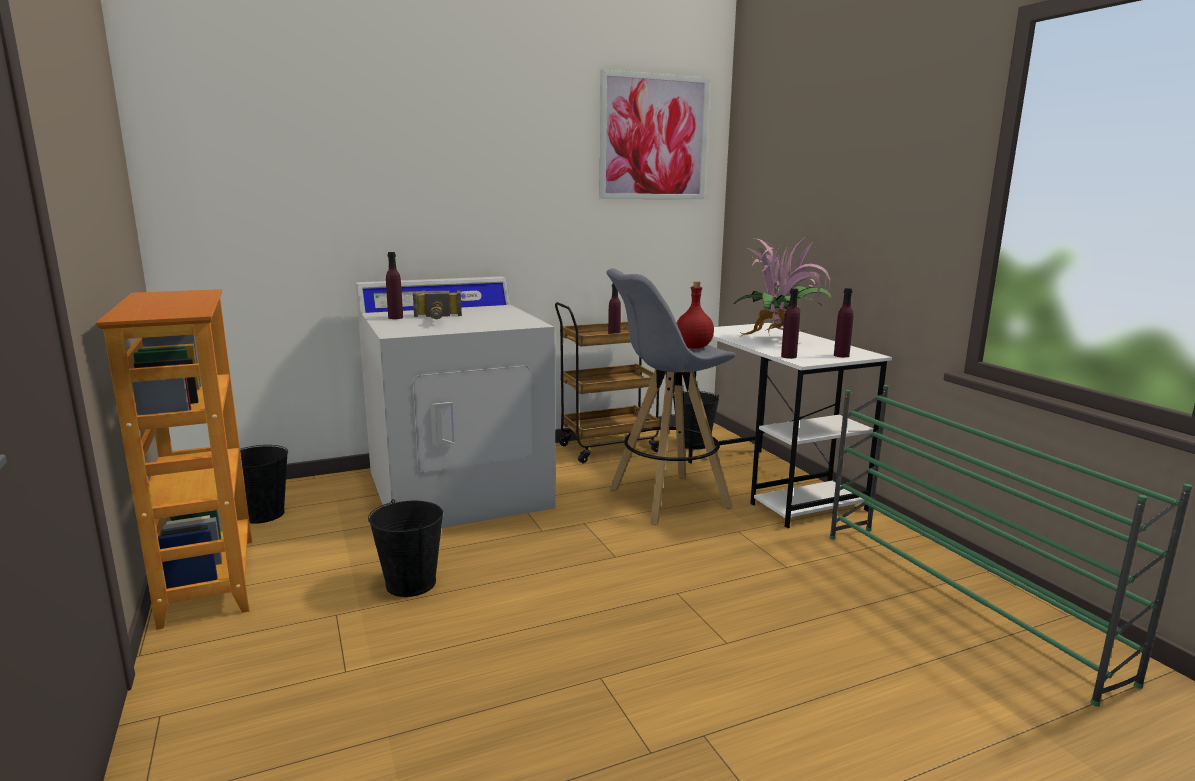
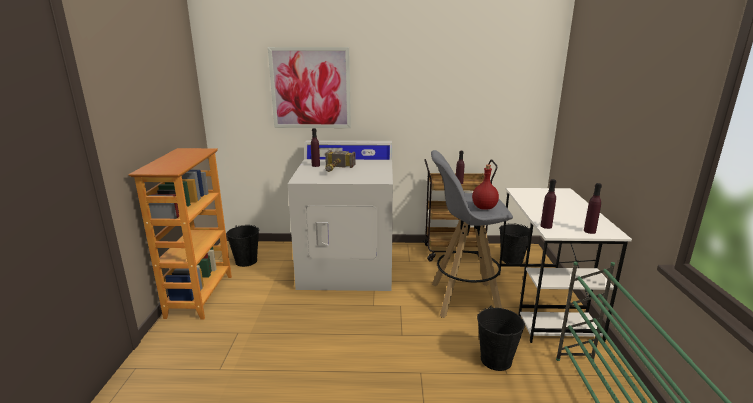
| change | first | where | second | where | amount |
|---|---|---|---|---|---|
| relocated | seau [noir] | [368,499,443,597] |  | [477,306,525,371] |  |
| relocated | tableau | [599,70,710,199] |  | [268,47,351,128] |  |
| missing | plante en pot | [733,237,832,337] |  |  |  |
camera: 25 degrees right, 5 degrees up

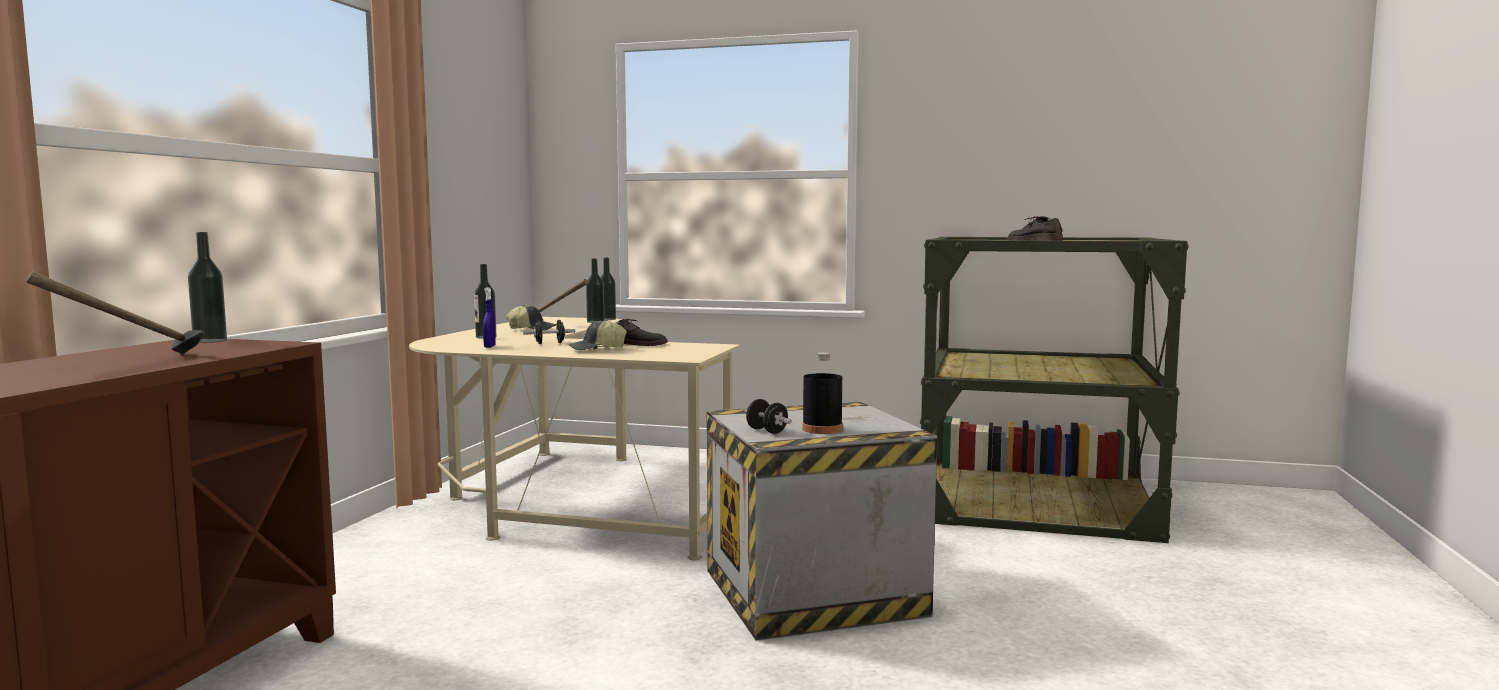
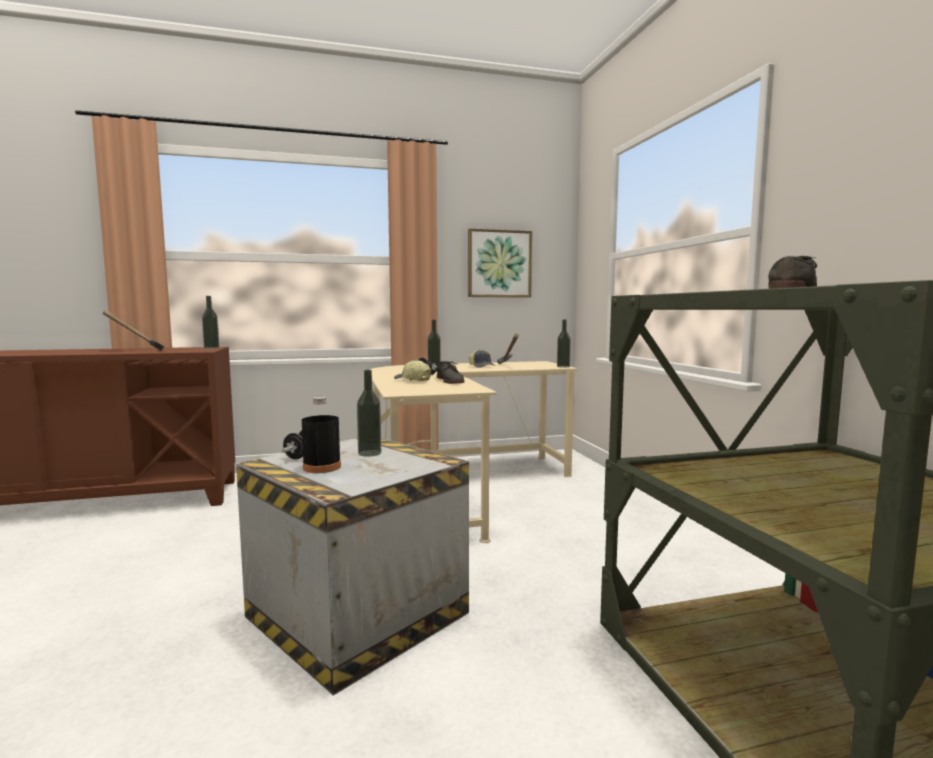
| change | first | where | second | where | amount |
|---|---|---|---|---|---|
| missing | vaporisateur [bleu] | [483,287,496,348] |  |  |  |
| relocated | bouteille | [586,259,604,323] |  | [357,370,381,457] |  |
| appeared |  |  | tableau | [468,228,532,297] |  |
camera: 60 degrees right, 0 degrees up

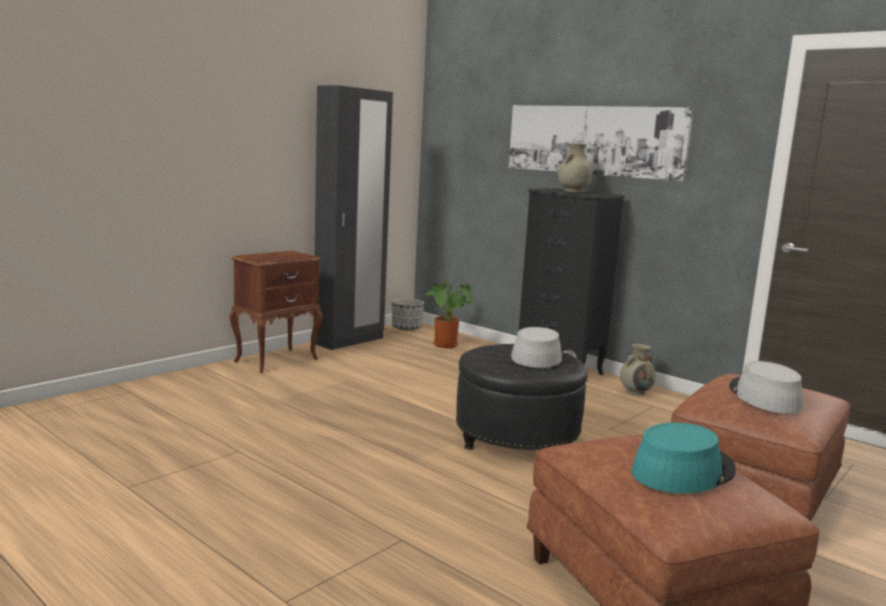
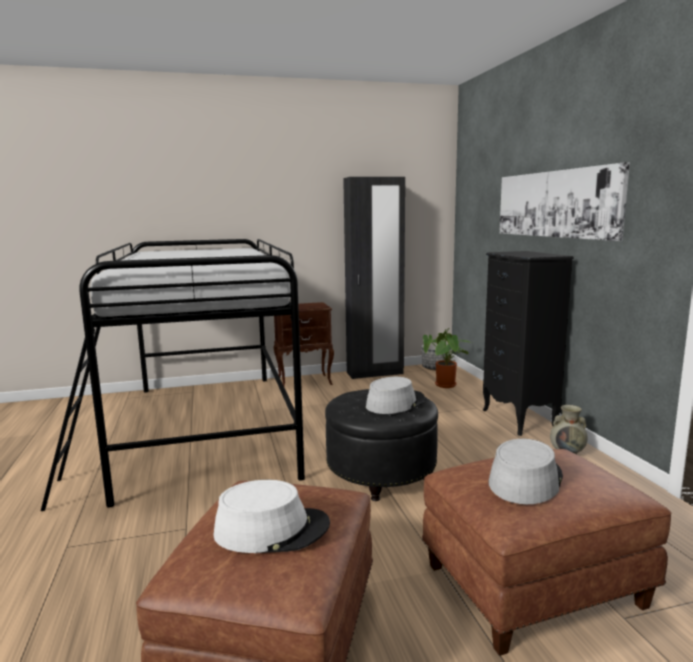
| change | first | where | second | where | amount |
|---|---|---|---|---|---|
| missing | vase [beige] | [558,143,592,192] |  |  |  |
| colour | chapeau [turquoise] | [632,423,736,493] | chapeau [blanc] | [213,480,330,553] |  |
| appeared |  |  | lit [noir] | [41,239,305,511] |  |
camera: 35 degrees right, 0 degrees up

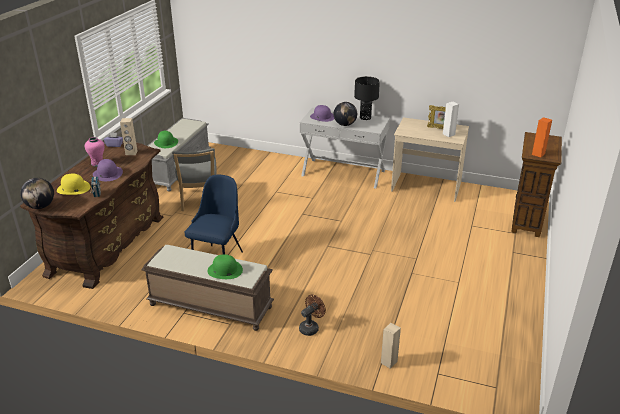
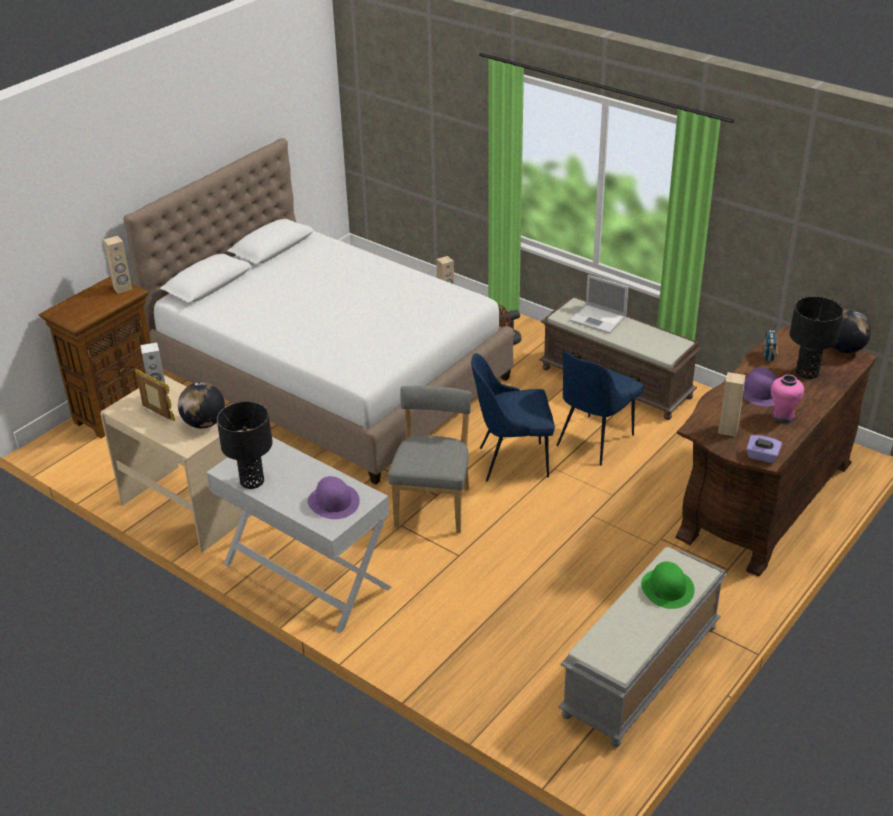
| change | first | where | second | where | amount |
|---|---|---|---|---|---|
| exchanged | chapeau [jaune] | [57,174,91,195] | lampe de table [noir] | [790,296,844,379] |  |
| relocated | chaise [gris] | [172,148,216,211] |  | [388,386,472,533] |  |
| exchanged | chapeau [vert] | [207,254,243,279] | ordinateur portable | [570,275,628,334] |  |
| relocated | globe | [334,102,357,126] |  | [178,382,225,428] |  |
| colour | enceinte [orange] | [532,117,552,157] | enceinte [beige] | [103,236,132,294] |  |
| appeared |  |  | lit [blanc] | [124,138,513,485] |  |
| appeared |  |  | chaise [bleu] | [471,353,555,482] |  |
camera: 160 degrees left, 5 degrees up

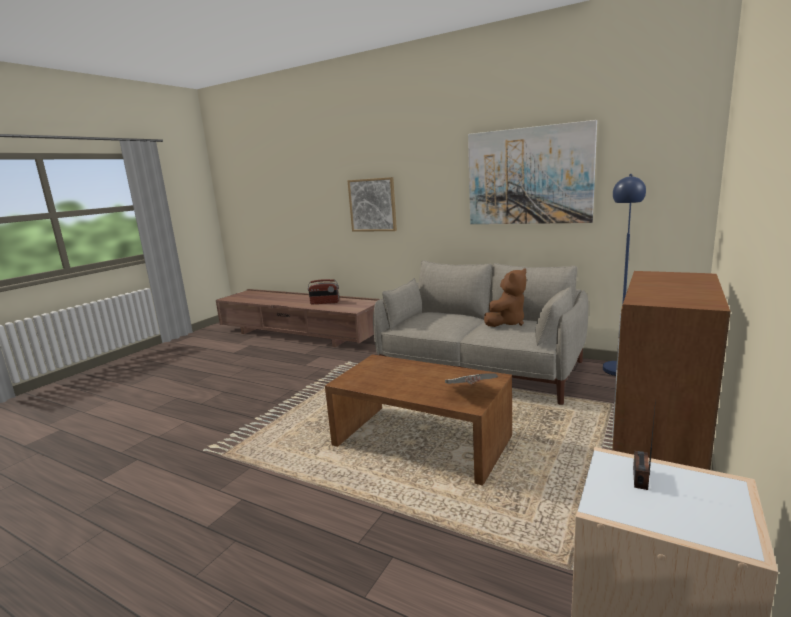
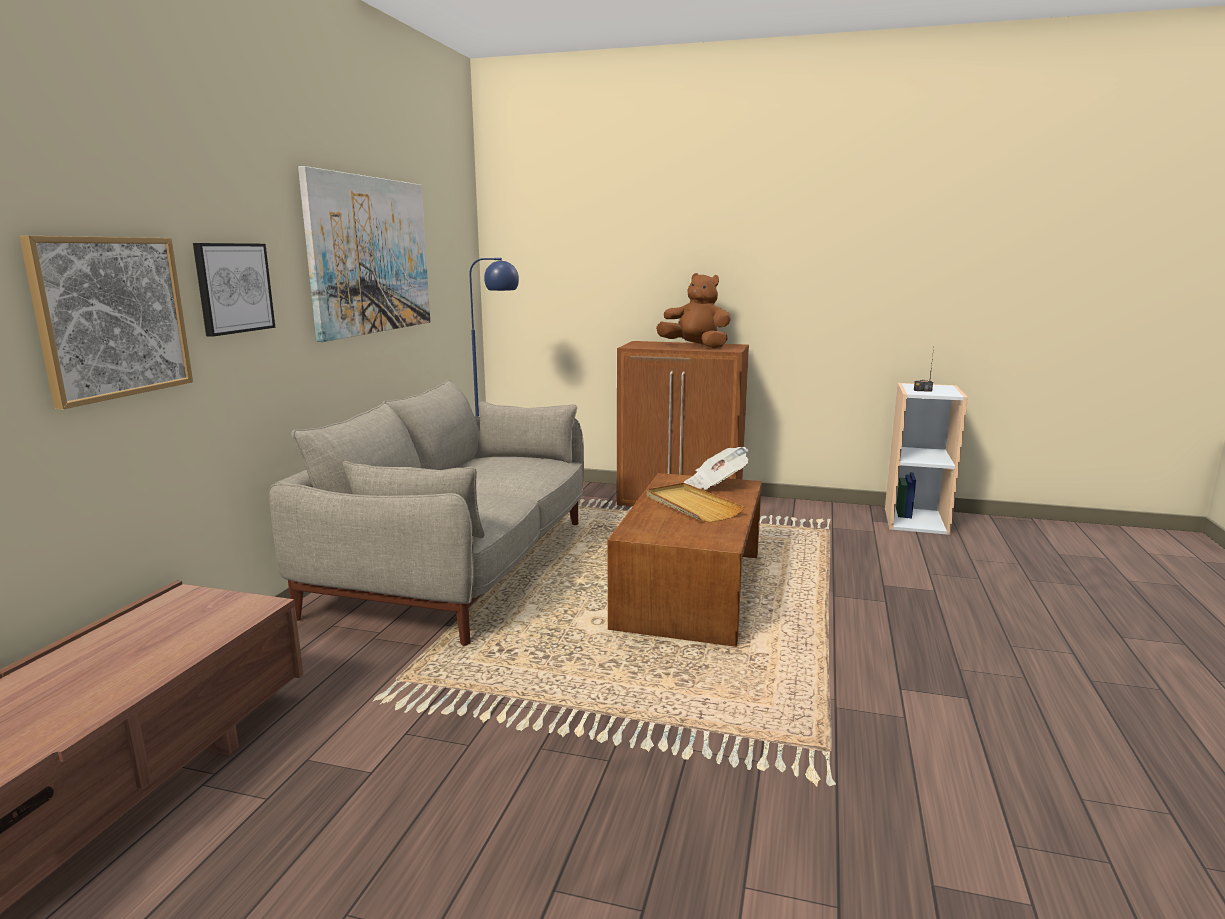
| change | first | where | second | where | amount |
|---|---|---|---|---|---|
| missing | radio | [308,279,339,304] |  |  |  |
| relocated | peluche [marron] | [484,268,527,327] |  | [656,273,731,348] |  |
| appeared |  |  | tableau | [193,243,275,337] |  |
| appeared |  |  | plateau [beige] | [647,483,745,522] |  |
camera: 105 degrees left, 0 degrees up

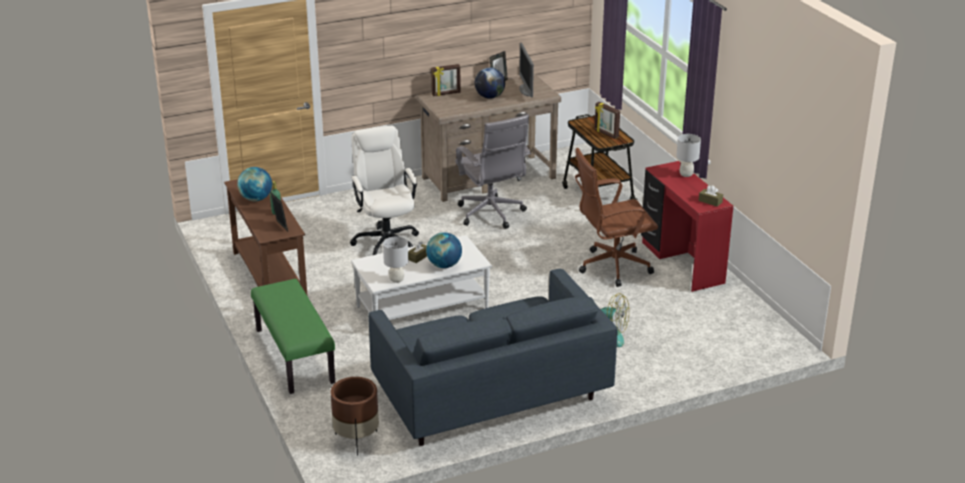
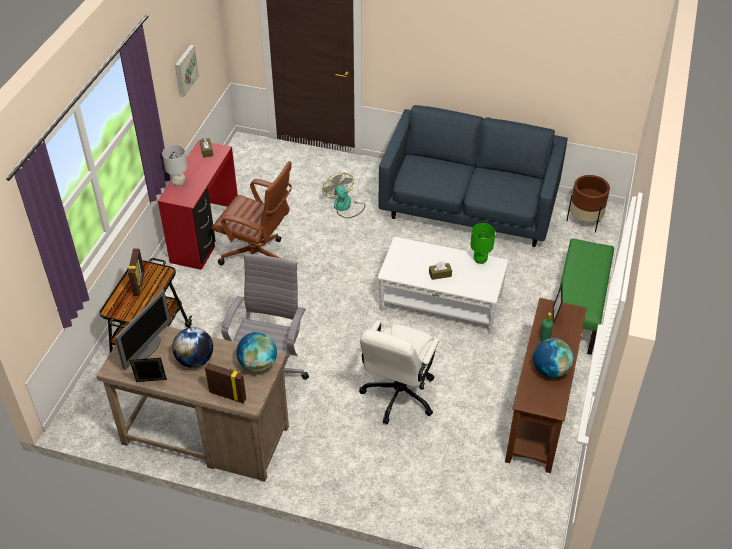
| change | first | where | second | where | amount |
|---|---|---|---|---|---|
| colour | lampe de table [gris] | [383,237,408,283] | lampe de table [vert] | [470,223,495,264] |  |
| relocated | globe | [426,232,462,268] |  | [236,332,277,372] |  |
| appeared |  |  | tableau | [175,45,199,97] |  |
camera: 140 degrees left, 15 degrees up

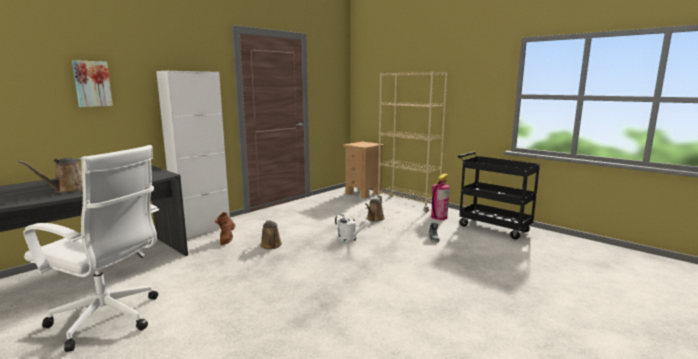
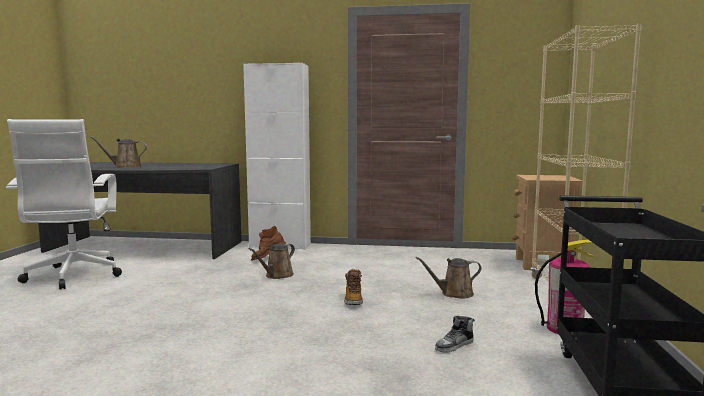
| change | first | where | second | where | amount |
|---|---|---|---|---|---|
| missing | tableau | [72,60,113,107] |  |  |  |
| exchanged | arrosoir [blanc] | [335,214,370,242] | botte | [344,269,363,305] |  |
camera: 55 degrees right, 5 degrees down

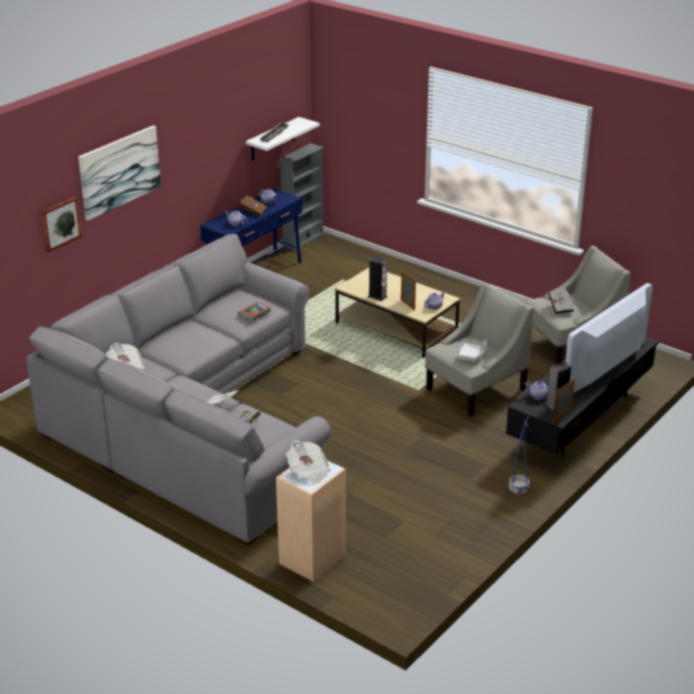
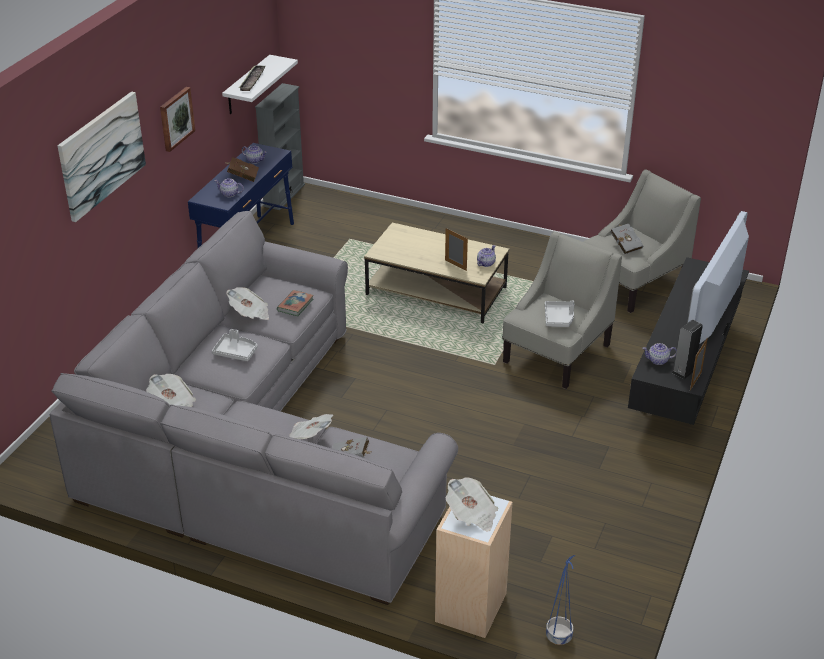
| change | first | where | second | where | amount |
|---|---|---|---|---|---|
| relocated | tableau | [41,196,82,252] |  | [160,87,195,152] |  |
| missing | enceinte | [368,256,388,301] |  |  |  |
| relocated | cache-pot [bleu] | [509,416,530,495] |  | [546,555,576,645] |  |
| appeared |  |  | plateau [gris] | [212,329,258,361] |  |
| appeared |  |  | journal | [226,287,269,320] |  |
camera: 15 degrees left, 5 degrees up

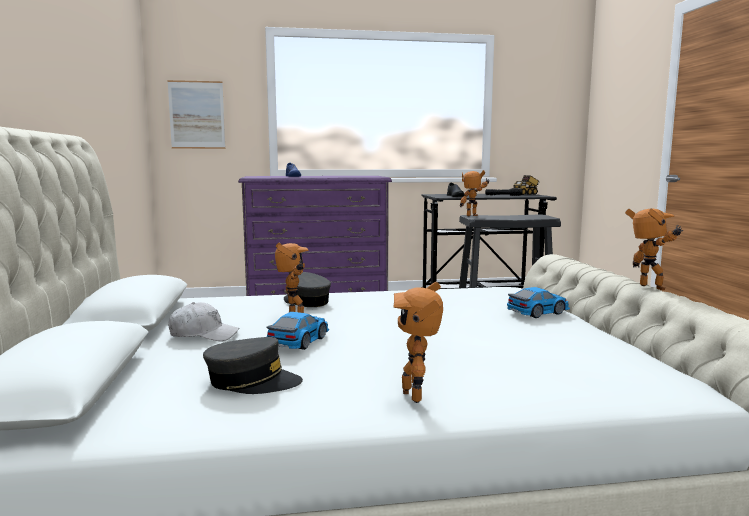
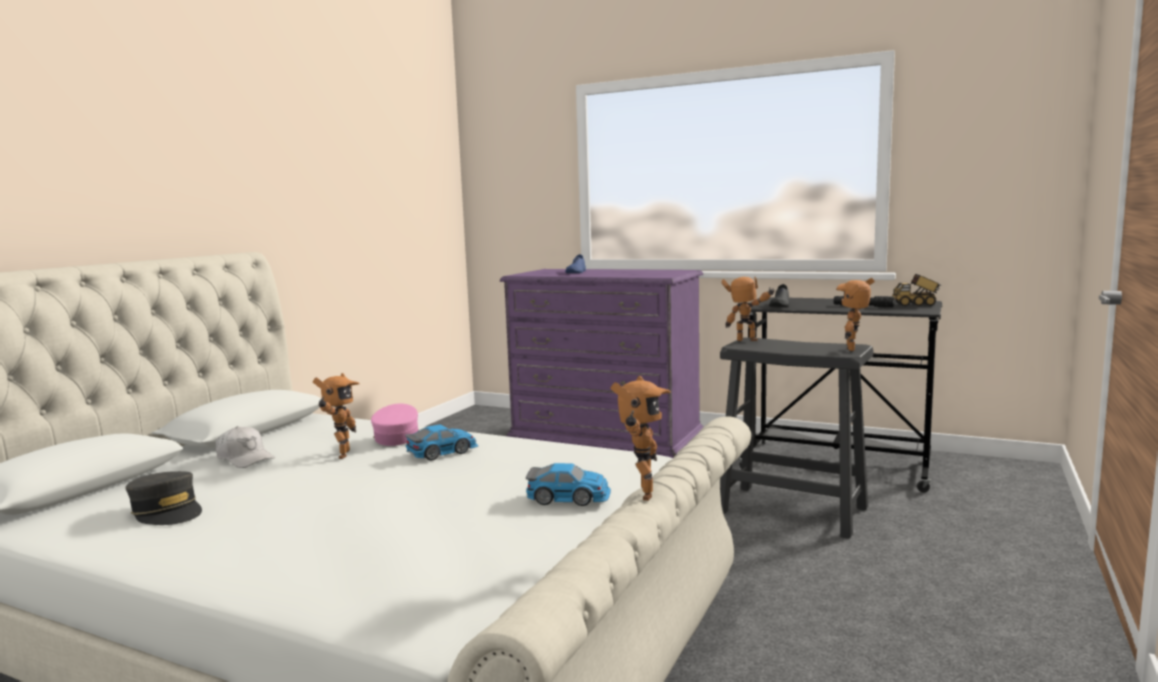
| change | first | where | second | where | amount |
|---|---|---|---|---|---|
| missing | tableau | [167,80,226,149] |  |  |  |
| relocated | petite voiture | [267,312,329,350] |  | [405,424,478,461] |  |
| colour | casquette [gris] | [284,272,331,307] | casquette [rose] | [371,404,419,446] |  |
| relocated | robot jouet | [394,282,443,403] |  | [836,278,875,352] |  |
camera: 35 degrees right, 0 degrees up

